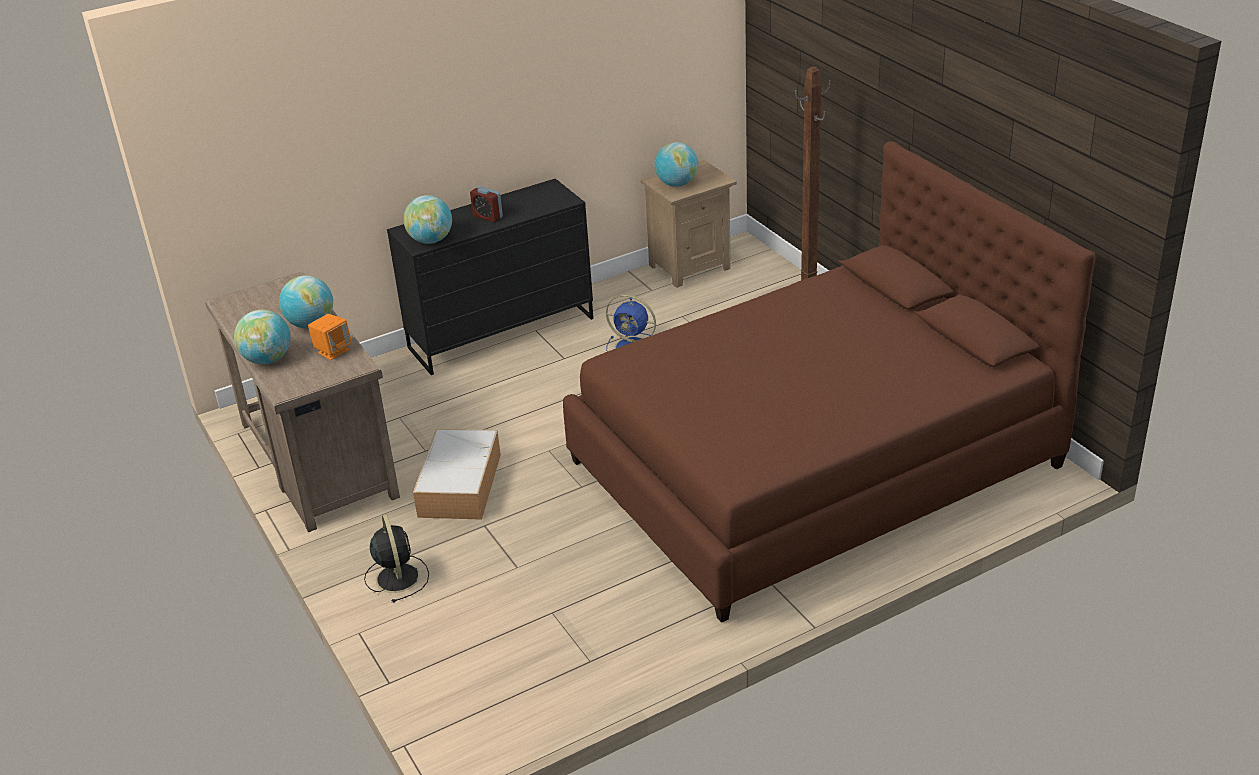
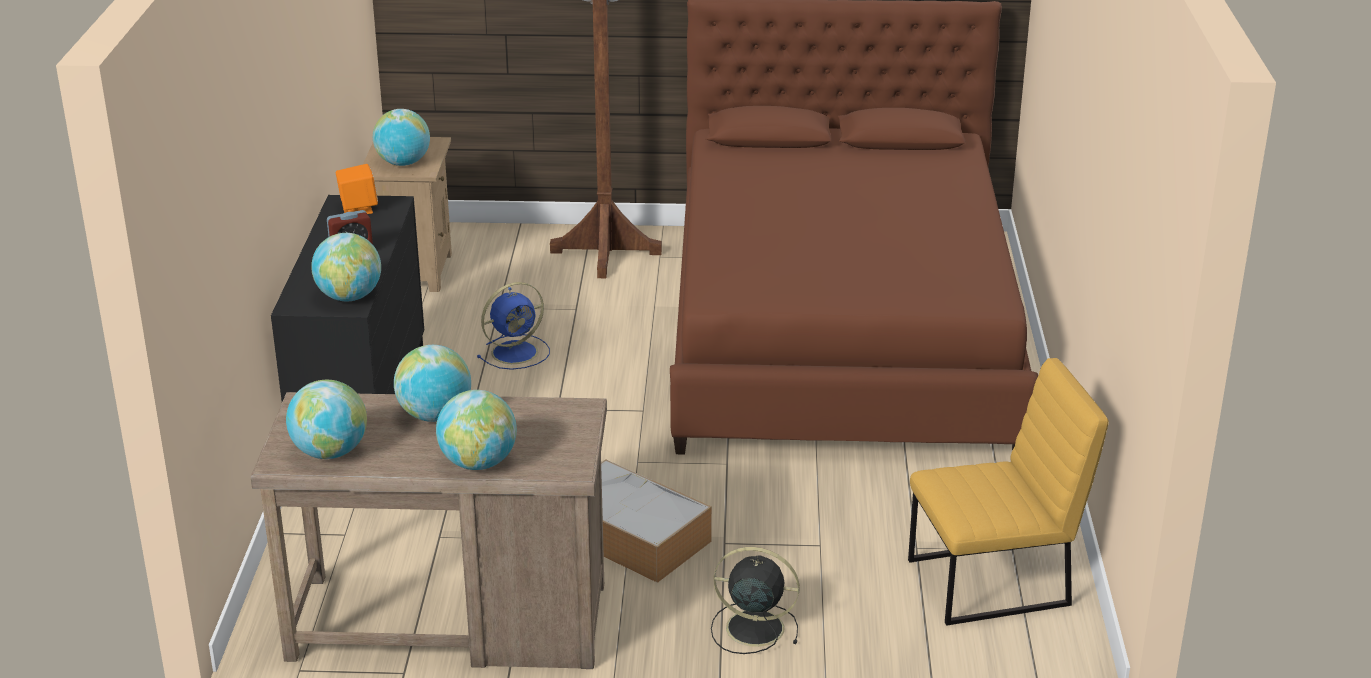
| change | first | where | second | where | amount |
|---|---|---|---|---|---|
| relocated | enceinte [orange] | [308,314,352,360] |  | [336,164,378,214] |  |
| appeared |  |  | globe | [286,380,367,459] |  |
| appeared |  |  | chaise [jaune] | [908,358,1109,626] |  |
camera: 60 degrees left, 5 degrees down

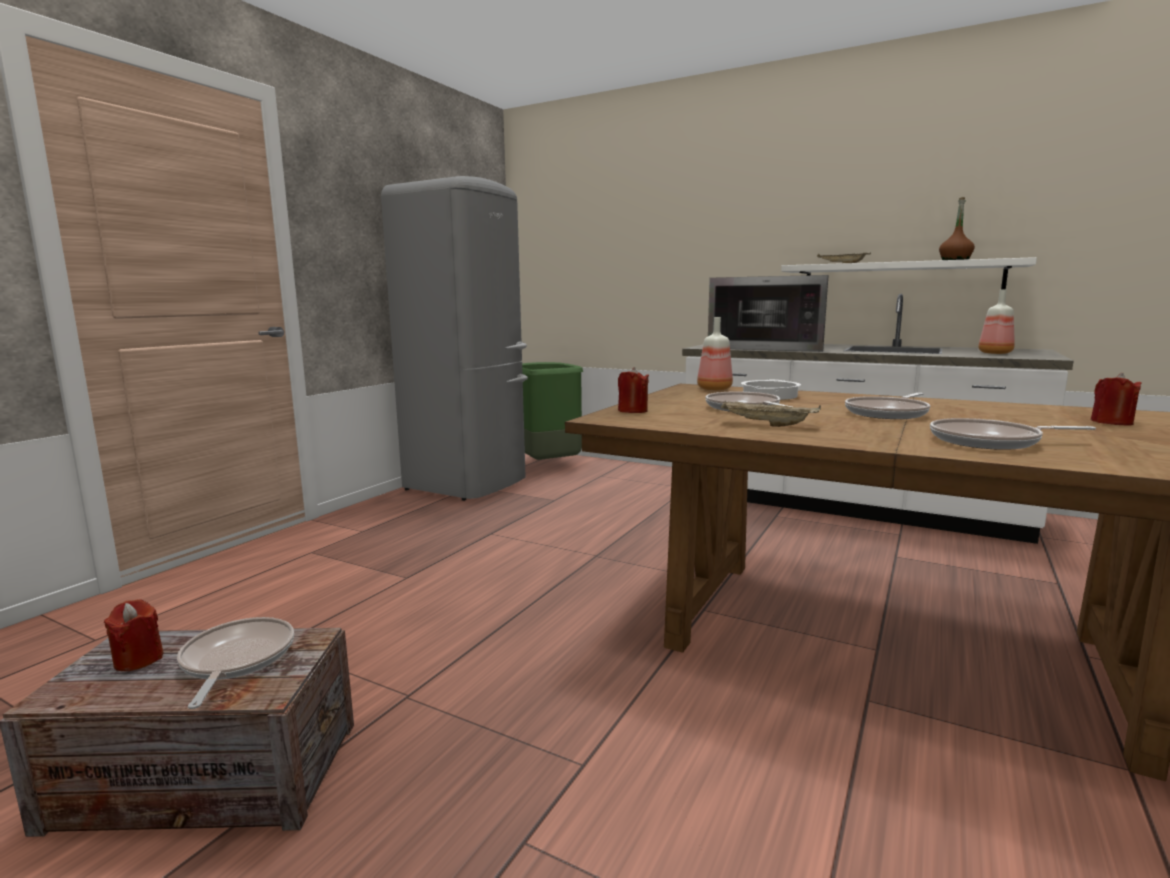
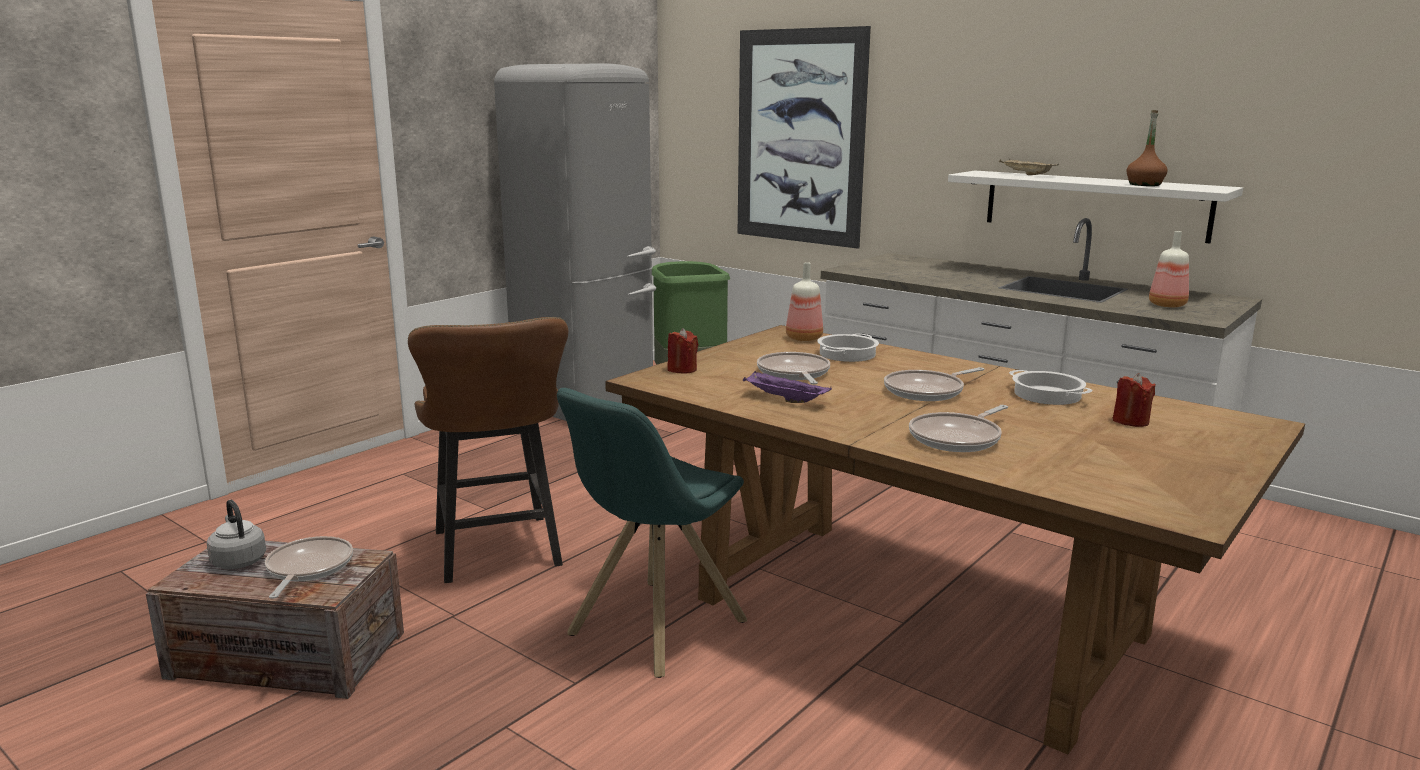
| change | first | where | second | where | amount |
|---|---|---|---|---|---|
| exchanged | bougie [rouge] | [104,599,163,671] | bouilloire [gris] | [207,500,266,569] |  |
| missing | micro-ondes | [708,275,829,352] |  |  |  |
| colour | plateau [beige] | [721,401,821,427] | plateau [violet] | [743,372,832,403] |  |
| spun | poêle | [930,418,1096,450] |  | [909,405,1008,452] | 60 degrees counterclockwise |
| appeared |  |  | tabouret [marron] | [408,317,568,583] |  |
| appeared |  |  | chaise [turquoise] | [557,388,747,678] |  |
| appeared |  |  | tableau | [738,26,871,249] |  |
| appeared |  |  | marmite | [1009,370,1092,405] |  |
camera: 10 degrees right, 5 degrees up

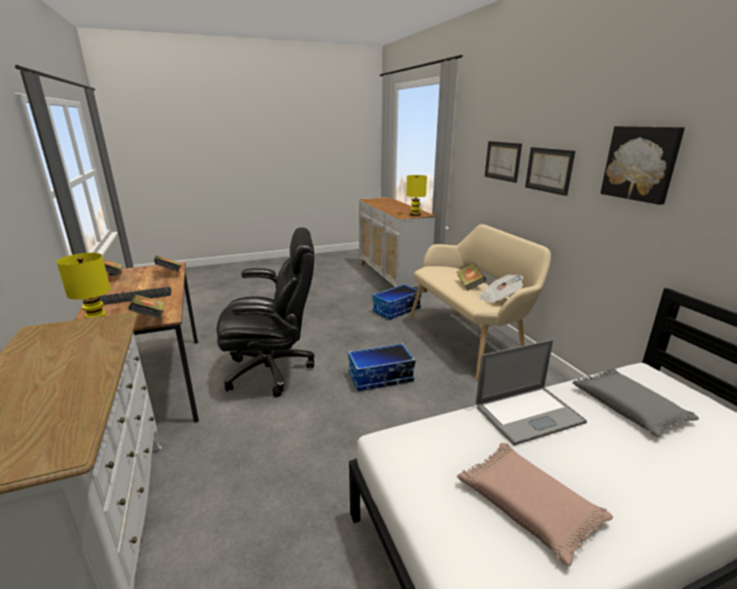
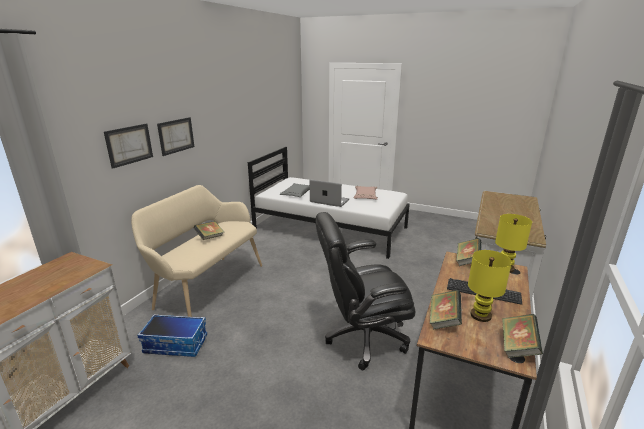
| change | first | where | second | where | amount |
|---|---|---|---|---|---|
| spun | chaise de bureau [noir] | [216,227,314,397] |  | [316,212,415,370] | 45 degrees counterclockwise |
| missing | boîte de rangement | [348,343,416,391] |  |  |  |
| relocated | lampe de table [jaune] | [406,175,427,216] |  | [468,250,512,322] |  |
| missing | journal | [477,274,523,303] |  |  |  |
| missing | tableau | [600,126,685,205] |  |  |  |
camera: 135 degrees left, 0 degrees up

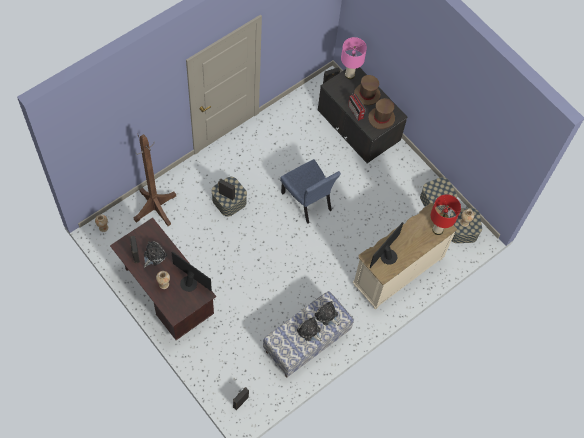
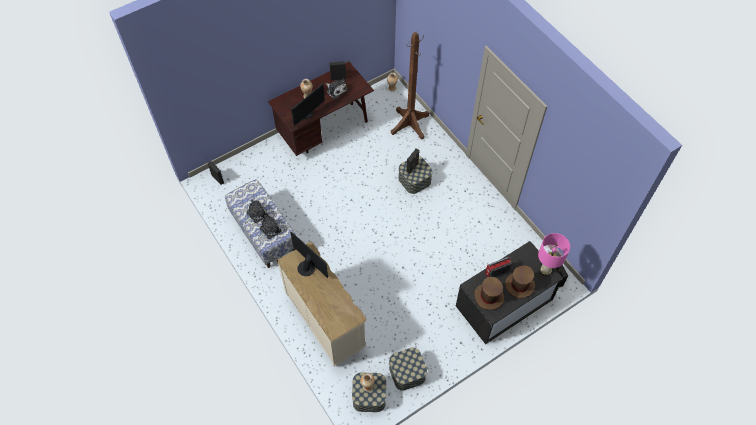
| change | first | where | second | where | amount |
|---|---|---|---|---|---|
| missing | chaise [bleu] | [280,159,341,223] |  |  |  |
| missing | lampe de table [rouge] | [431,195,461,235] |  |  |  |
camera: 100 degrees right, 5 degrees down

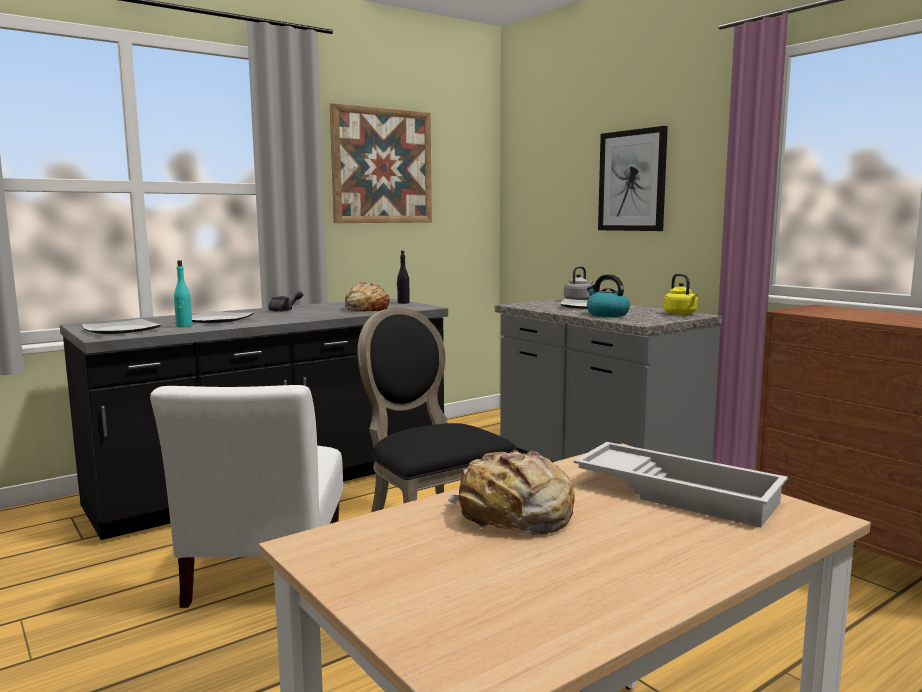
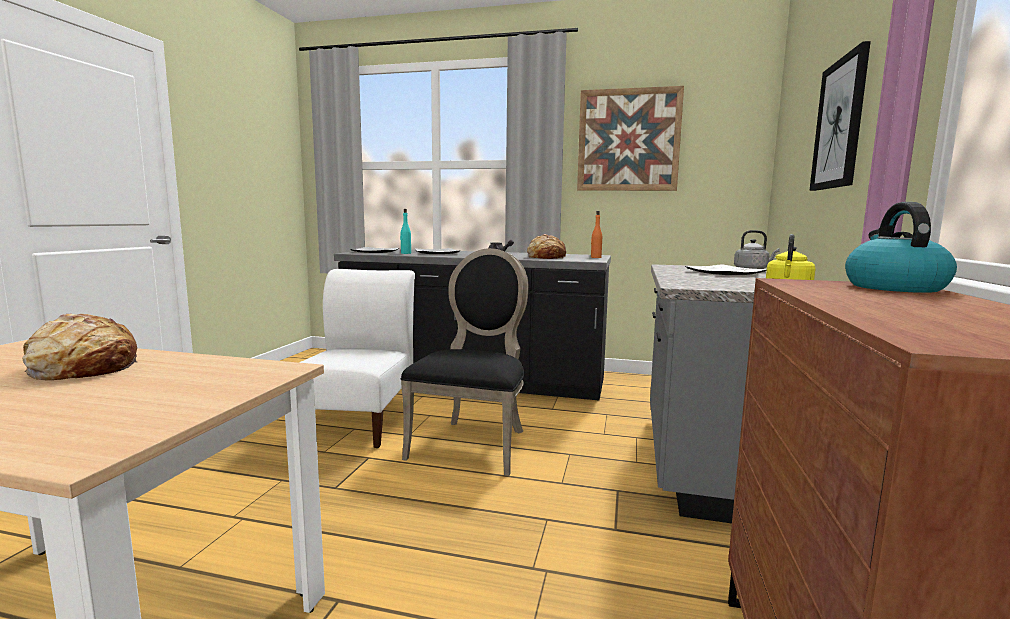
| change | first | where | second | where | amount |
|---|---|---|---|---|---|
| spun | chaise [blanc] | [150,385,343,608] |  | [299,269,415,448] | 135 degrees clockwise |
| colour | bouteille [noir] | [397,251,410,304] | bouteille [orange] | [591,211,602,258] |  |
| missing | plateau [blanc] | [574,442,788,527] |  |  |  |
| relocated | bouilloire | [587,274,630,317] |  | [845,202,957,293] |  |
camera: 50 degrees right, 0 degrees up

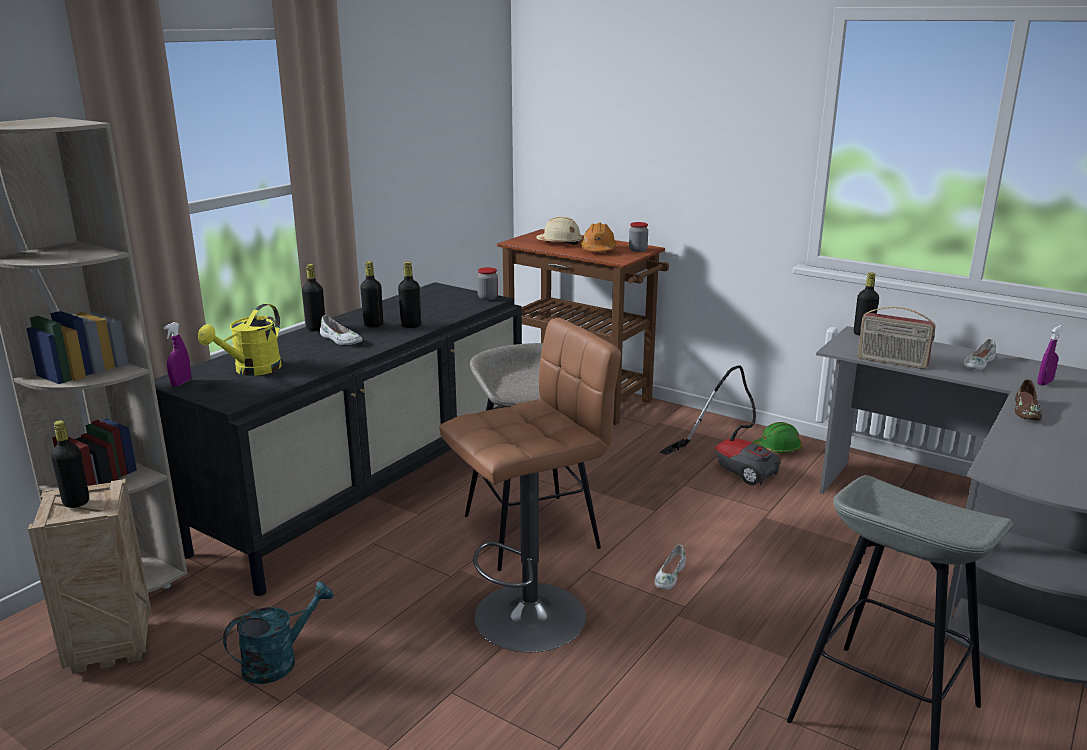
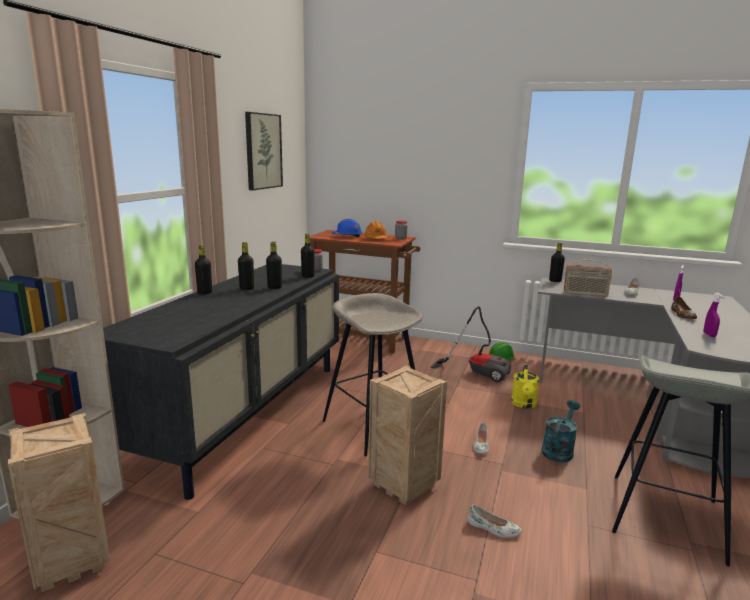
| change | first | where | second | where | amount |
|---|---|---|---|---|---|
| relocated | bouteille [noir] | [51,420,89,508] |  | [301,234,315,278] |  |
| relocated | vaporisateur [violet] | [164,322,191,386] |  | [704,293,723,337] |  |
| relocated | arrosoir [jaune] | [198,304,282,376] |  | [511,365,539,409] |  |
| relocated | arrosoir [turquoise] | [223,582,334,684] |  | [542,400,580,462] |  |
| relocated | chaussure [blanc] | [320,315,363,345] |  | [467,504,522,538] |  |
| exchanged | tabouret [marron] | [439,318,621,652] | caisse | [368,365,447,505] |  |
| colour | casque de chantier [beige] | [536,217,583,245] | casque de chantier [bleu] | [332,219,363,237] |  |
| appeared |  |  | tableau | [245,112,283,190] |  |
camera: 15 degrees left, 5 degrees down

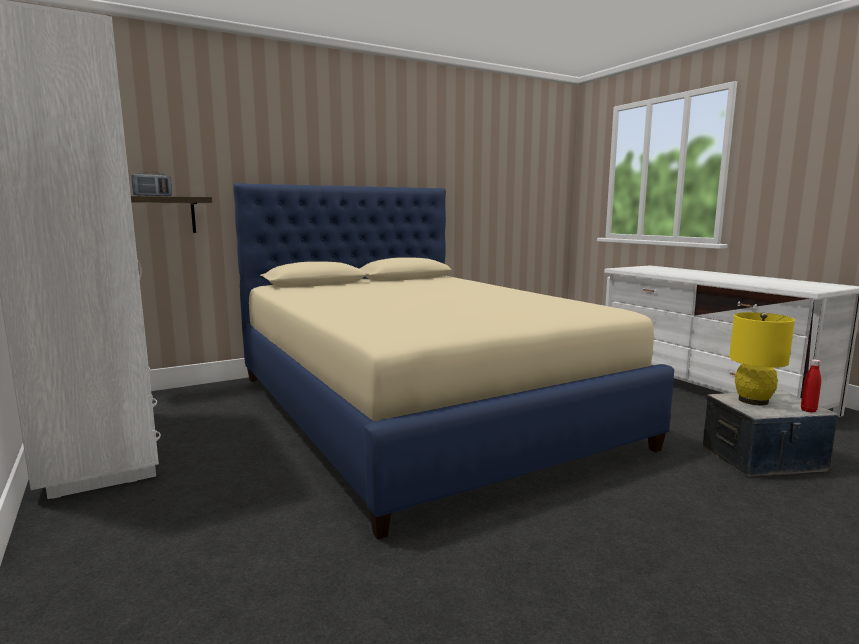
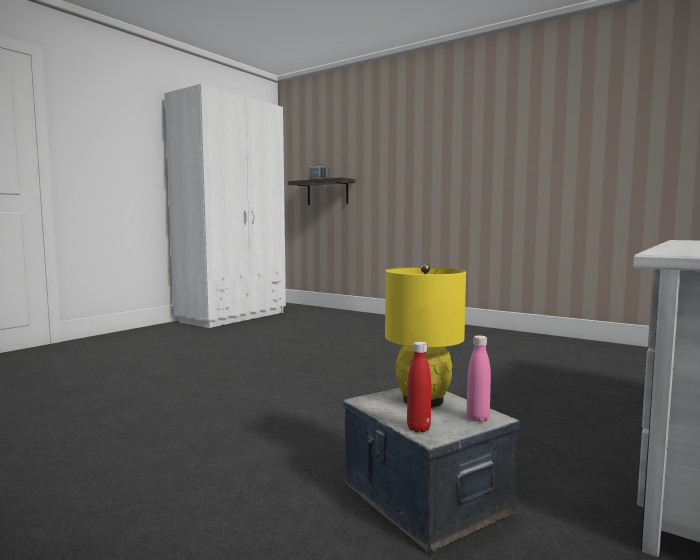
| change | first | where | second | where | amount |
|---|---|---|---|---|---|
| missing | lit [beige] | [233,183,674,540] |  |  |  |
| appeared |  |  | bouteille [rose] | [467,335,491,422] |  |
camera: 65 degrees right, 5 degrees down

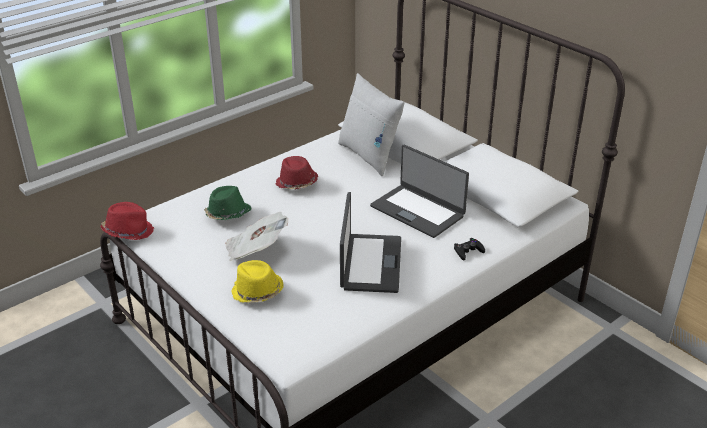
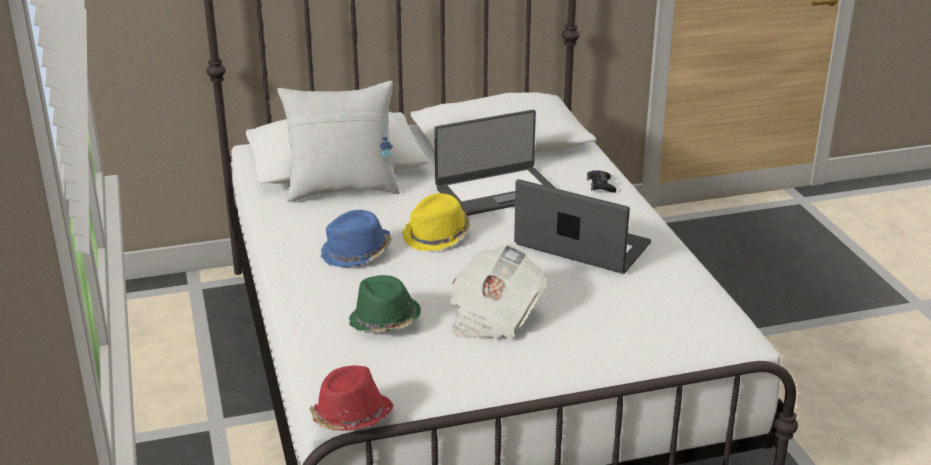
| change | first | where | second | where | amount |
|---|---|---|---|---|---|
| relocated | chapeau [jaune] | [231,260,284,303] |  | [402,193,470,251] |  |
| colour | chapeau [rouge] | [276,156,318,189] | chapeau [bleu] | [320,210,392,268] |  |
camera: 65 degrees left, 5 degrees down

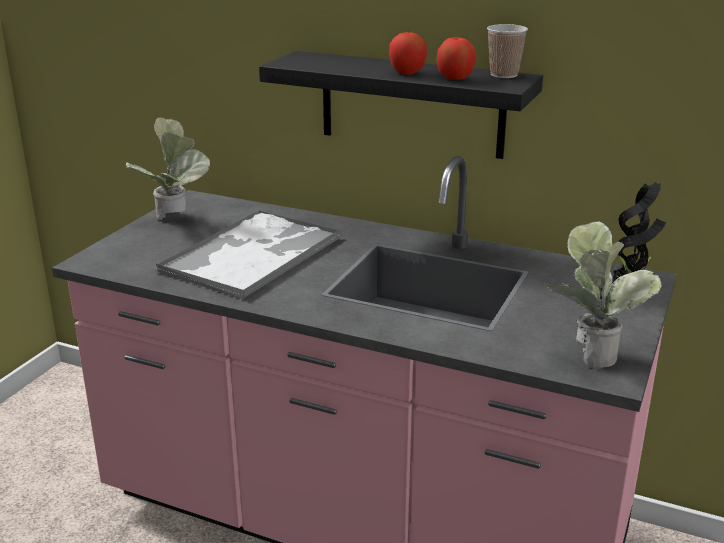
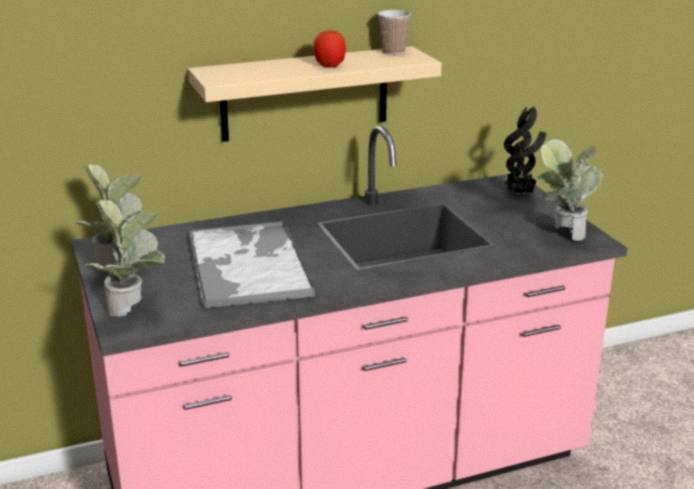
| change | first | where | second | where | amount |
|---|---|---|---|---|---|
| colour | étagère [noir] | [259,51,543,159] | étagère [beige] | [188,46,442,142] |  |
| missing | pomme | [437,37,475,80] |  |  |  |
| appeared |  |  | plante en pot | [85,200,165,317] |  |
camera: 45 degrees left, 0 degrees up

